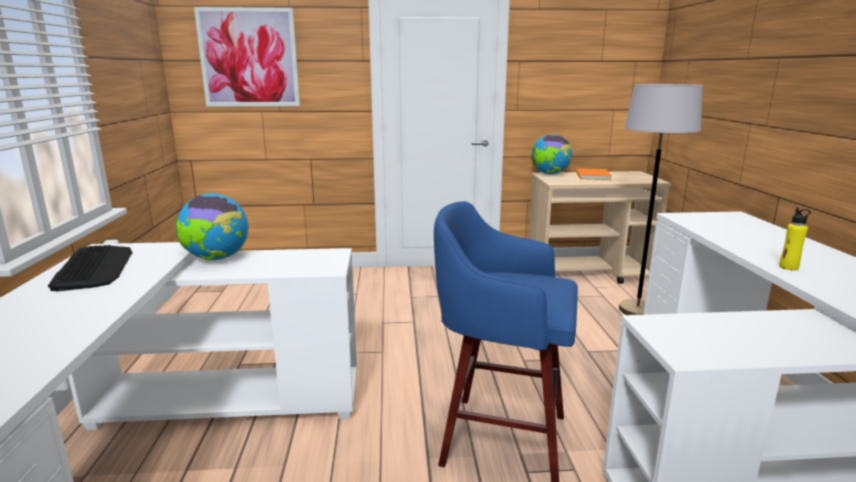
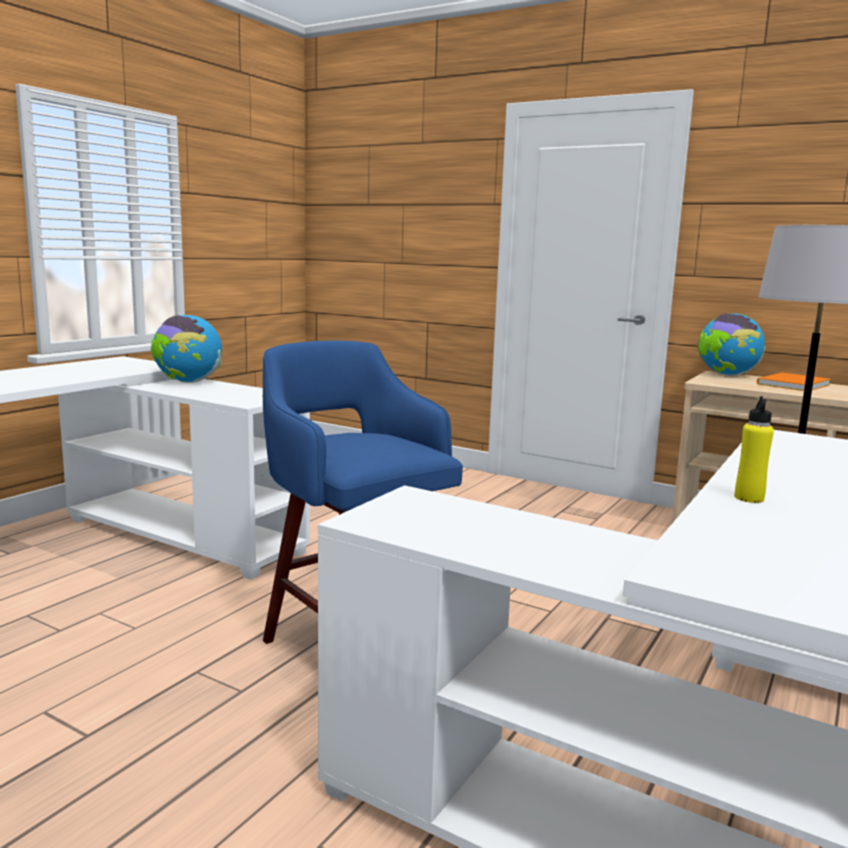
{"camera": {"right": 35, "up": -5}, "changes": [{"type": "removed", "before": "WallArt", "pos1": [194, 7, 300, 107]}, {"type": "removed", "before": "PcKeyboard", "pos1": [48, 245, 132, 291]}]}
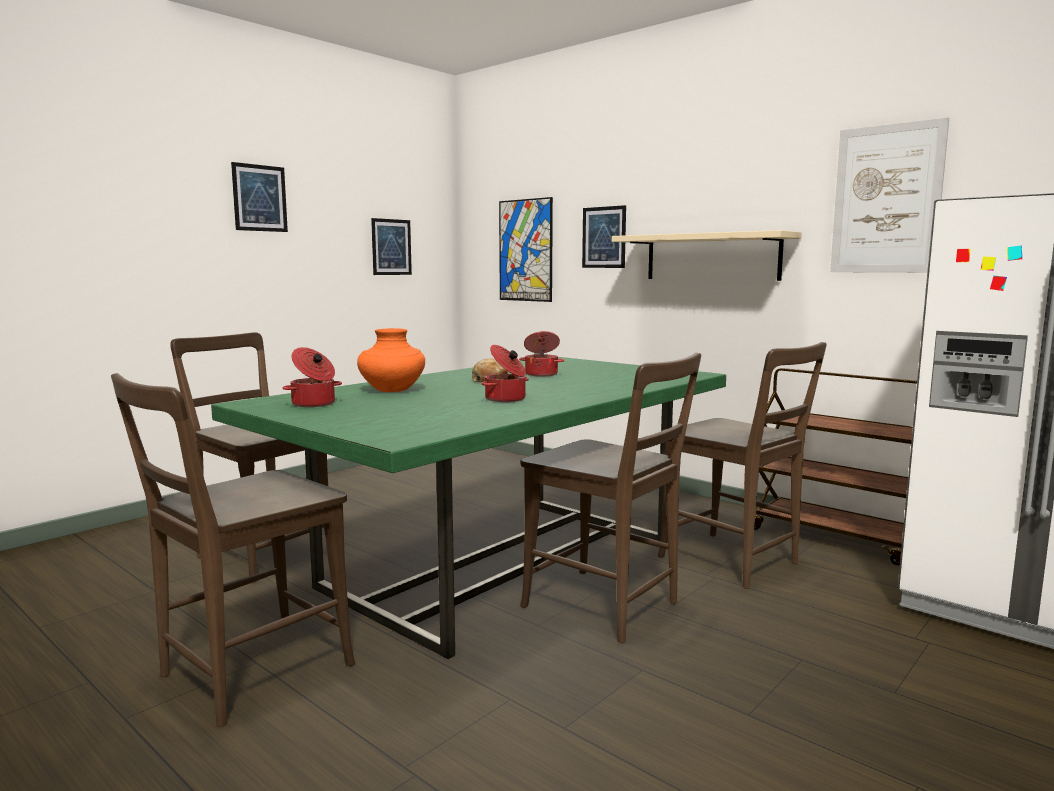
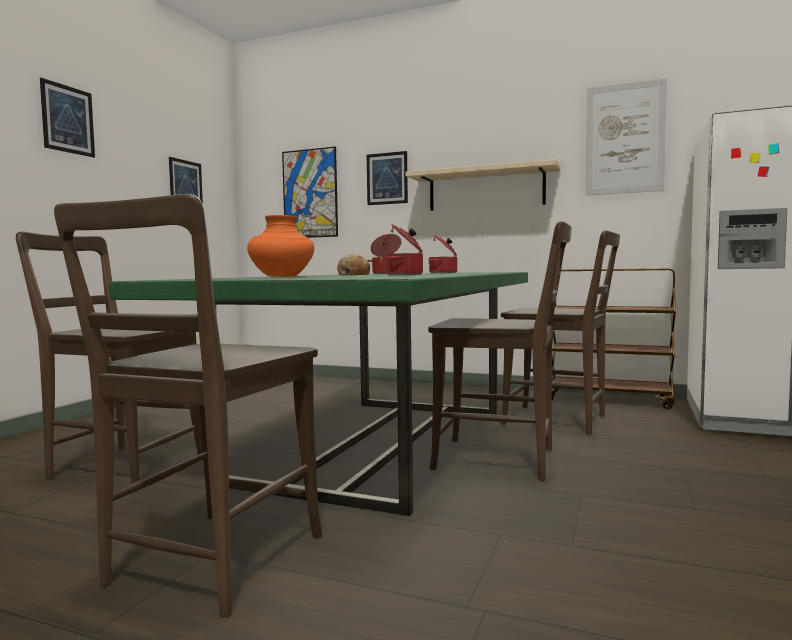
{"camera": {"right": -20, "up": -5}, "changes": [{"type": "moved", "before": "Saucepot", "pos1": [283, 347, 342, 407], "pos2": [429, 235, 457, 273]}]}
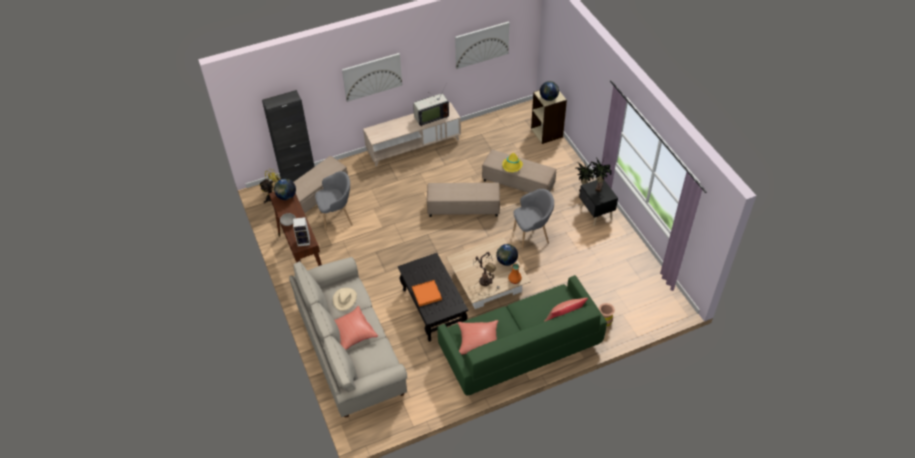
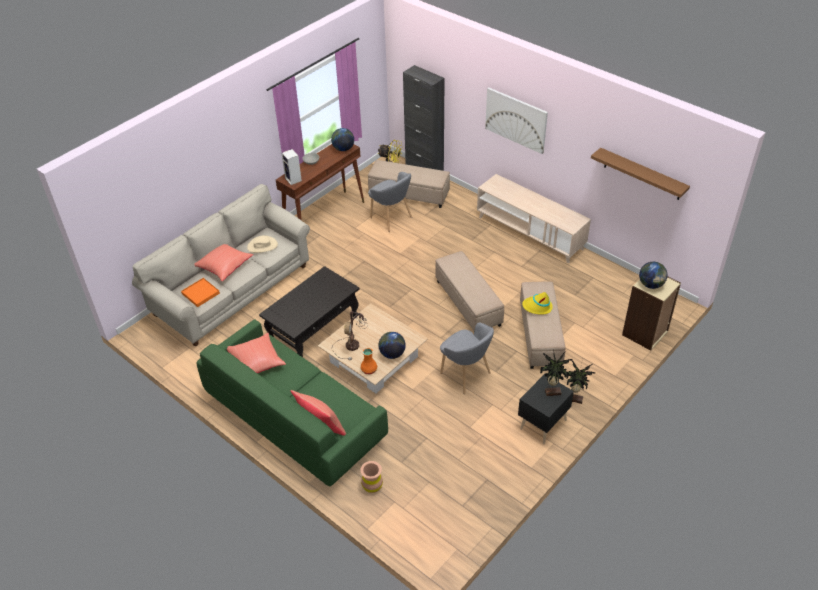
{"camera": {"right": 65, "up": -5}, "changes": [{"type": "replaced", "before": "WallArt", "after": "BrownShelf", "pos1": [455, 21, 509, 69], "pos2": [591, 148, 690, 200]}, {"type": "removed", "before": "Television", "pos1": [413, 91, 449, 126]}, {"type": "moved", "before": "OrangeyServingTray", "pos1": [412, 280, 442, 307], "pos2": [181, 278, 220, 307]}]}
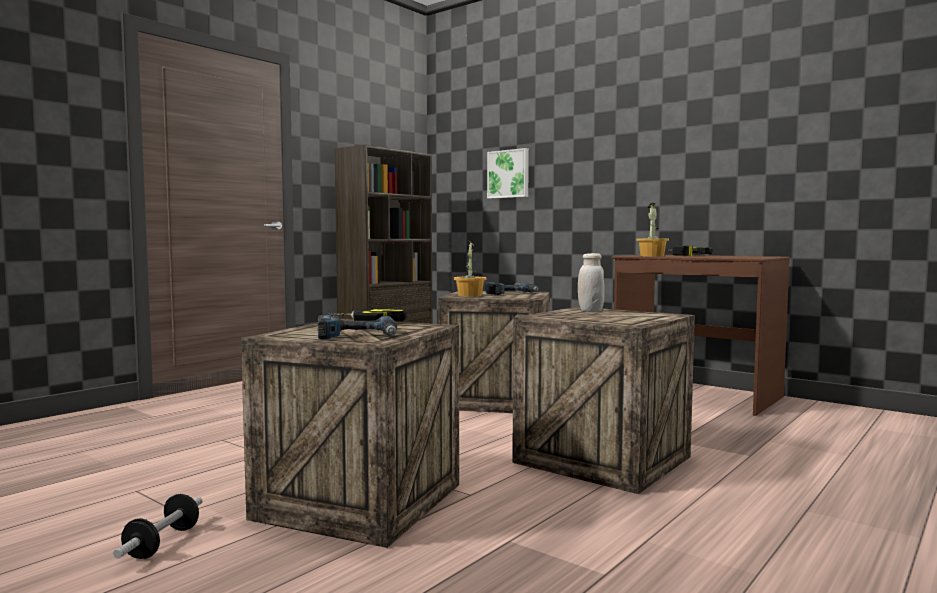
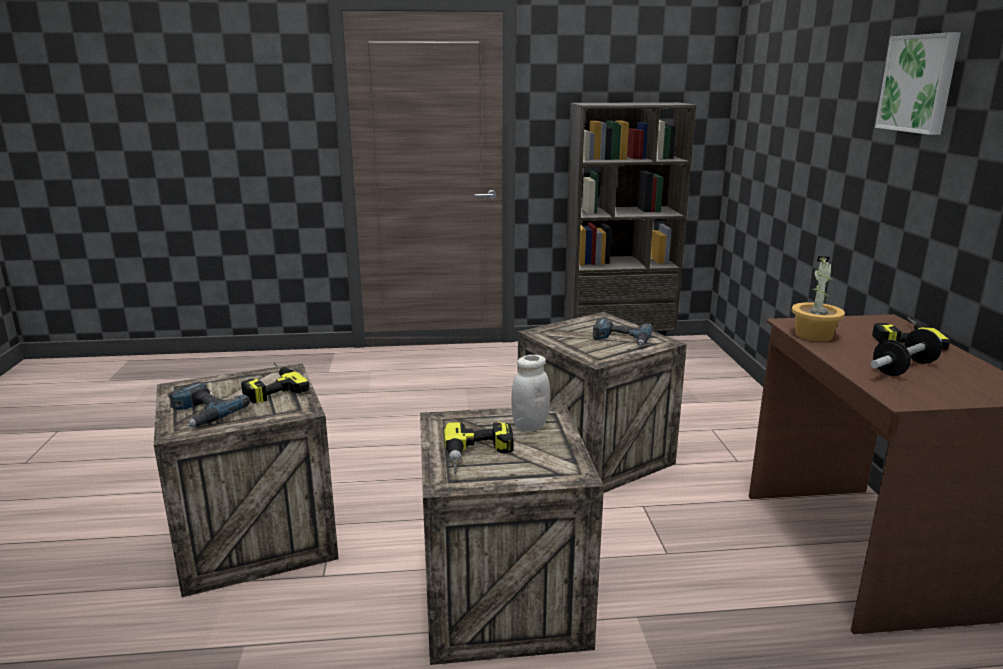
{"camera": {"right": 45, "up": 15}, "changes": [{"type": "moved", "before": "WallArt", "pos1": [487, 148, 529, 199], "pos2": [875, 33, 961, 135]}, {"type": "removed", "before": "PottedPlant", "pos1": [454, 241, 486, 297]}, {"type": "moved", "before": "HandWeight", "pos1": [113, 494, 202, 559], "pos2": [871, 329, 942, 376]}, {"type": "added", "after": "PowerDrill", "pos2": [444, 422, 513, 475]}]}
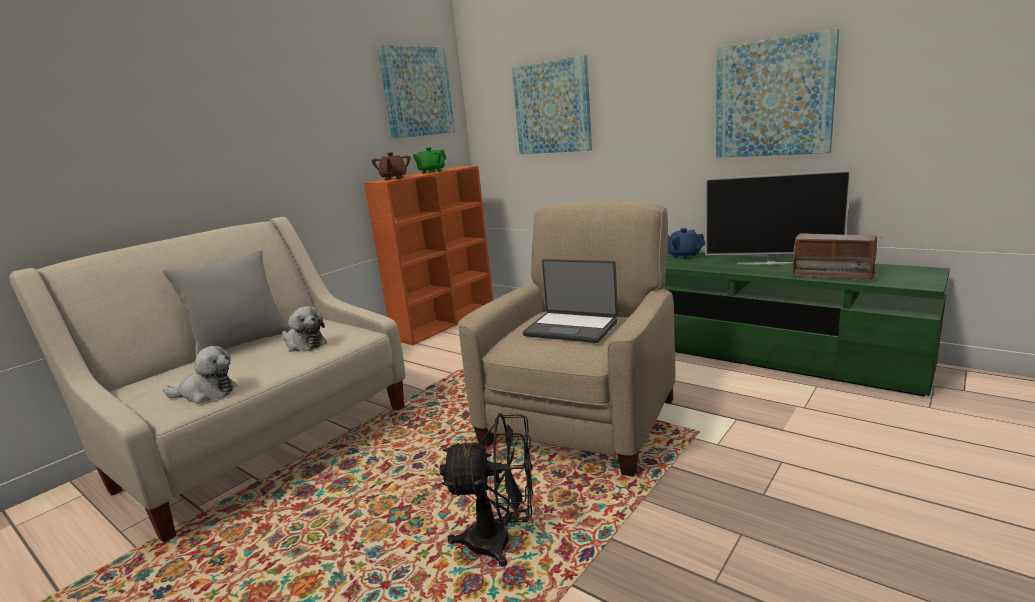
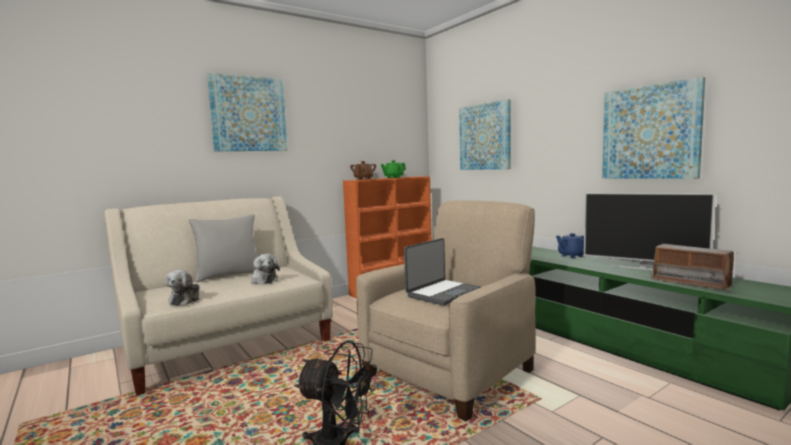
{"camera": {"right": 15, "up": -10}, "changes": [{"type": "moved", "before": "WallArt", "pos1": [377, 44, 455, 139], "pos2": [207, 73, 288, 151]}, {"type": "turned", "before": "NotebookComputer", "pos1": [523, 259, 618, 343], "pos2": [404, 238, 481, 306], "turn": -90}, {"type": "turned", "before": "CuddlyToy", "pos1": [163, 346, 237, 404], "pos2": [165, 270, 200, 305], "turn": 75}]}
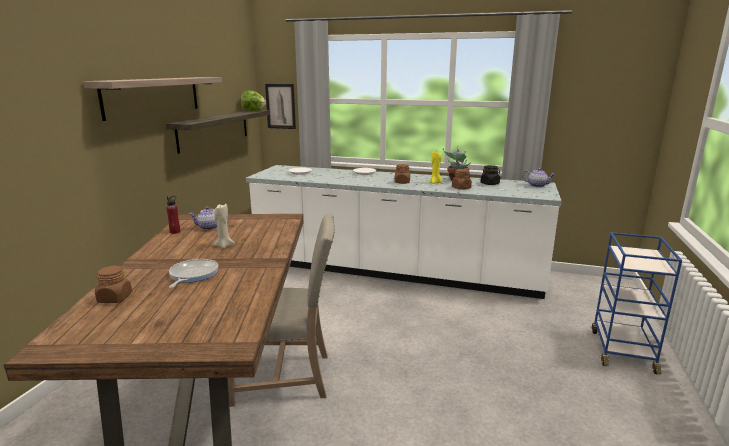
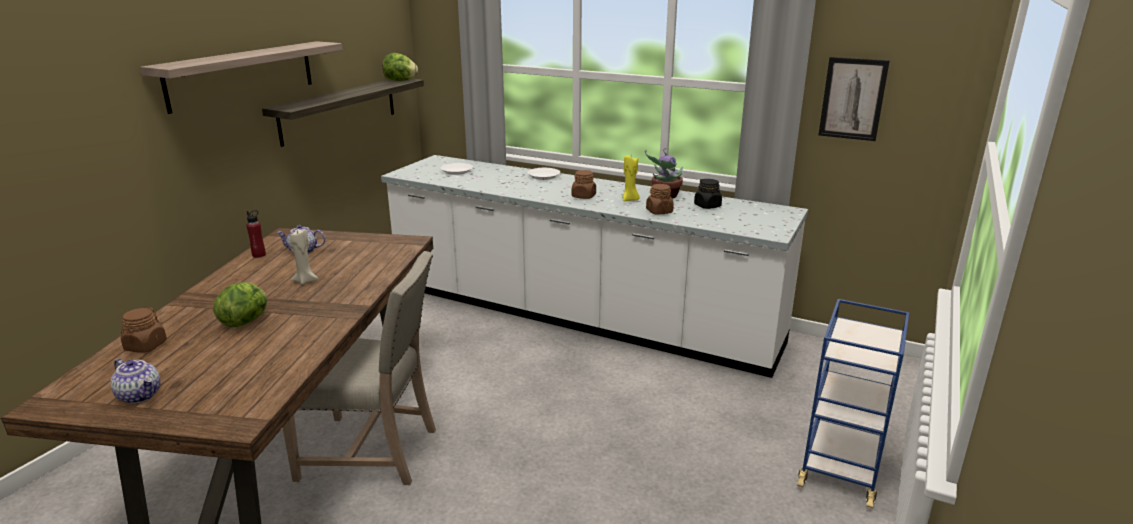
{"camera": {"right": 10, "up": 5}, "changes": [{"type": "moved", "before": "WallArt", "pos1": [265, 84, 296, 129], "pos2": [819, 57, 890, 141]}, {"type": "moved", "before": "TeaPot", "pos1": [522, 168, 555, 187], "pos2": [110, 359, 161, 404]}, {"type": "replaced", "before": "FryingPan", "after": "Lettuce", "pos1": [169, 259, 218, 288], "pos2": [213, 282, 267, 328]}]}
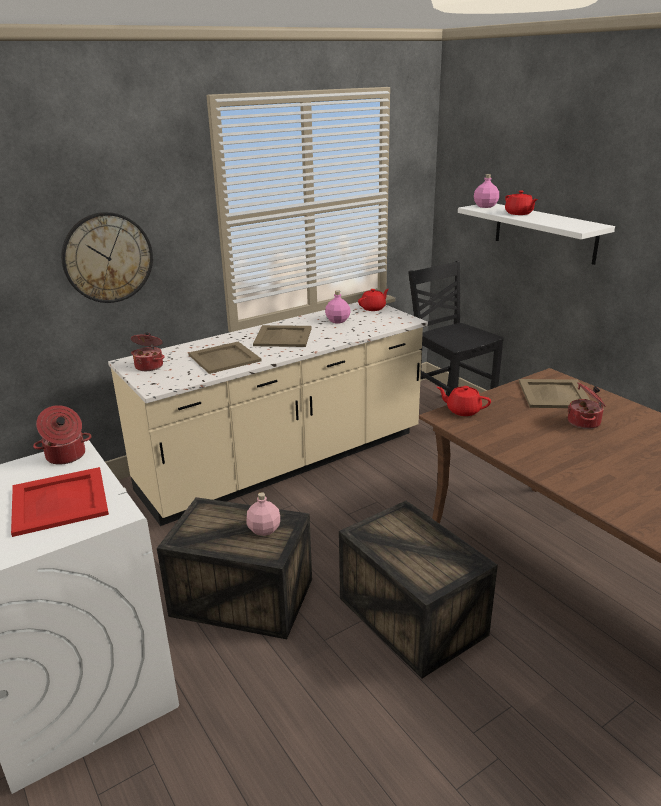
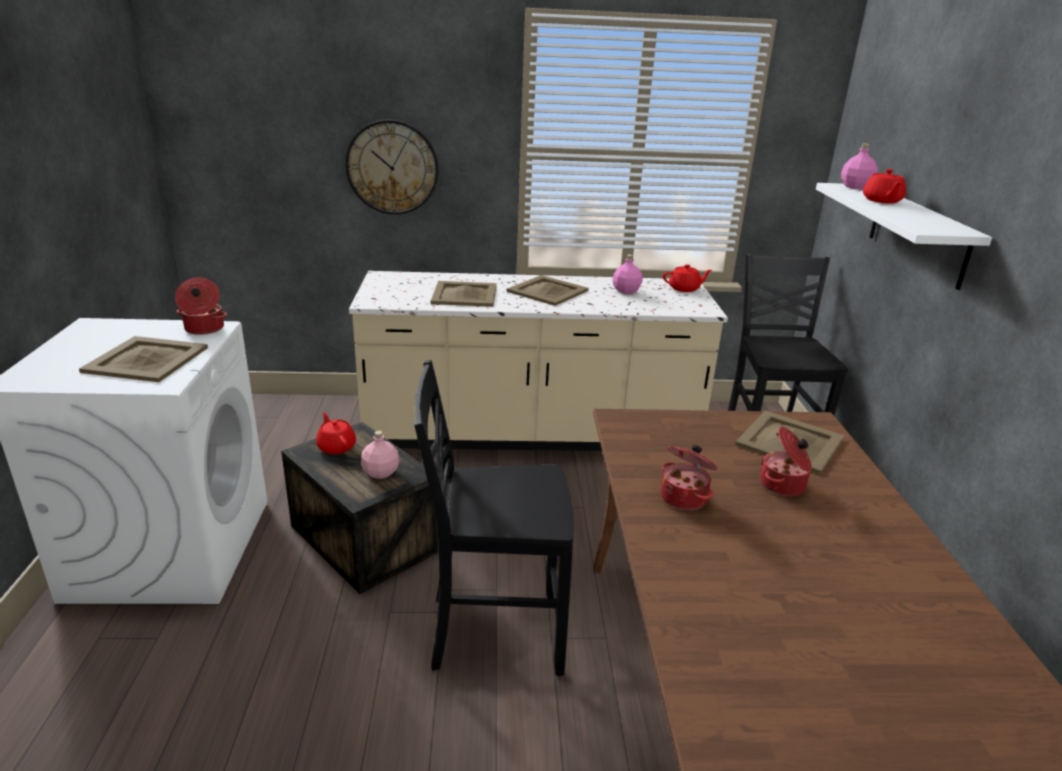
{"camera": {"right": 30, "up": 0}, "changes": [{"type": "moved", "before": "Saucepot", "pos1": [131, 332, 165, 371], "pos2": [661, 445, 718, 510]}, {"type": "moved", "before": "ReddishTeaPot", "pos1": [437, 386, 491, 416], "pos2": [316, 413, 356, 454]}, {"type": "recoloured", "before": "ReddishServingTray", "after": "BeigeColouredServingTray", "pos1": [11, 467, 109, 537], "pos2": [79, 336, 208, 382]}, {"type": "replaced", "before": "PackingCrate", "after": "BlackPlainChair", "pos1": [339, 501, 498, 678], "pos2": [414, 360, 574, 676]}]}
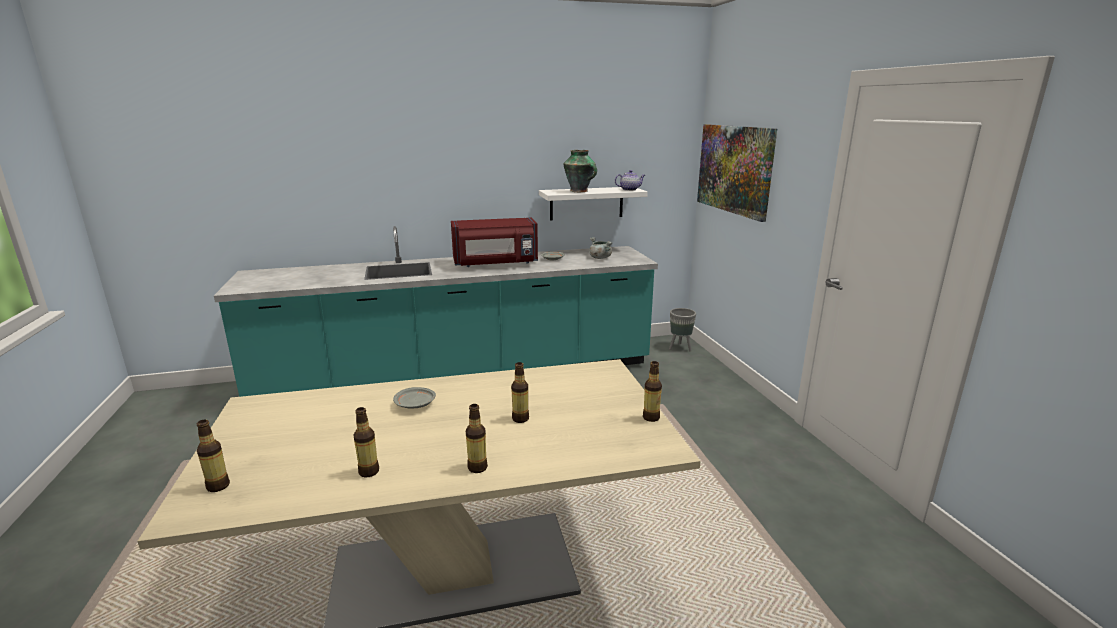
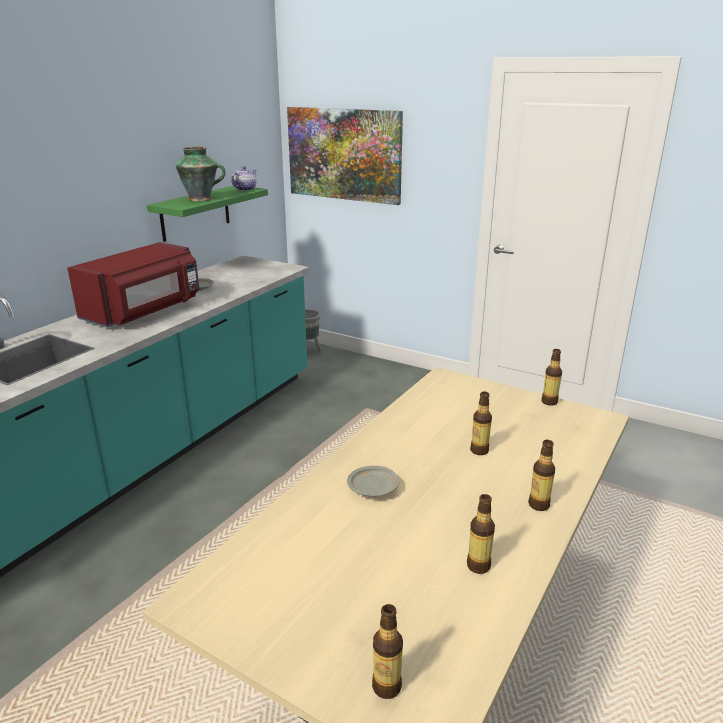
{"camera": {"right": -45, "up": 5}, "changes": [{"type": "recoloured", "before": "WhitishShelf", "after": "GreenishShelf", "pos1": [539, 187, 648, 220], "pos2": [147, 186, 268, 242]}, {"type": "removed", "before": "GreySaucepot", "pos1": [589, 237, 613, 259]}]}
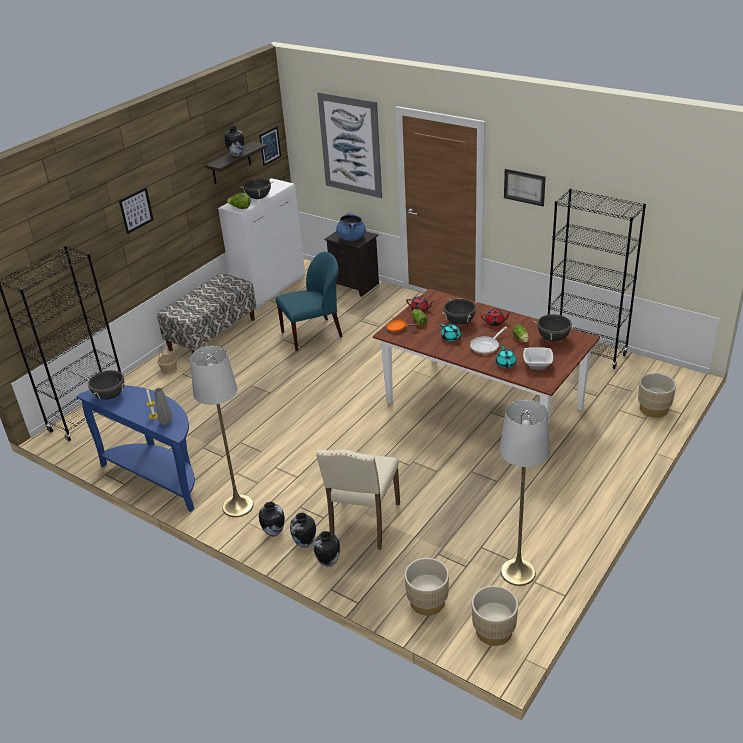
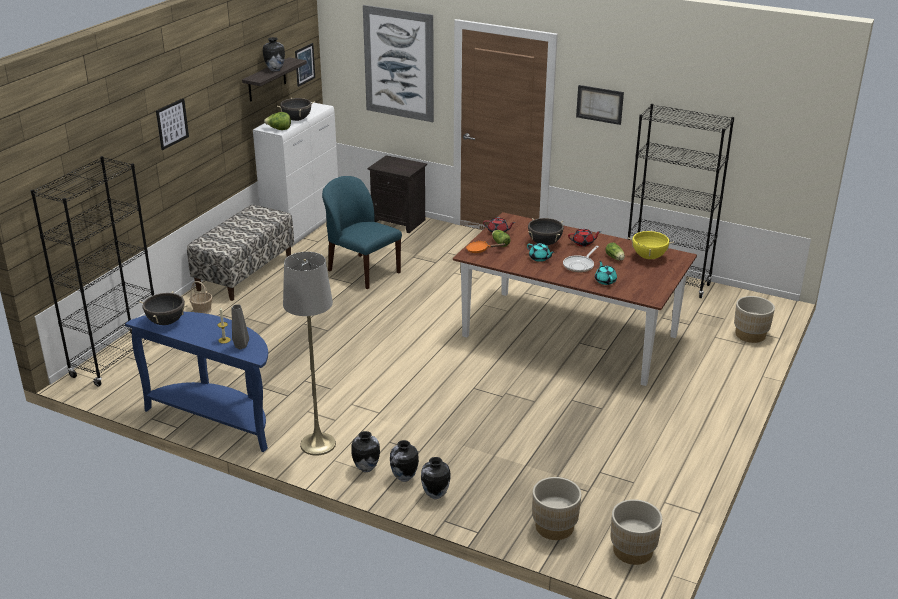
{"camera": {"right": -10, "up": -5}, "changes": [{"type": "removed", "before": "BlueSaucepot", "pos1": [336, 212, 366, 241]}, {"type": "turned", "before": "BluePlainChair", "pos1": [275, 252, 343, 351], "pos2": [322, 176, 402, 289], "turn": -105}, {"type": "recoloured", "before": "BlackSaucepot", "after": "YellowishSaucepot", "pos1": [533, 313, 576, 342], "pos2": [628, 230, 674, 259]}, {"type": "removed", "before": "DeepDish", "pos1": [523, 347, 553, 370]}, {"type": "removed", "before": "GreyFloorLamp", "pos1": [500, 400, 550, 586]}, {"type": "removed", "before": "BeigeColouredPlainChair", "pos1": [316, 449, 400, 550]}]}
